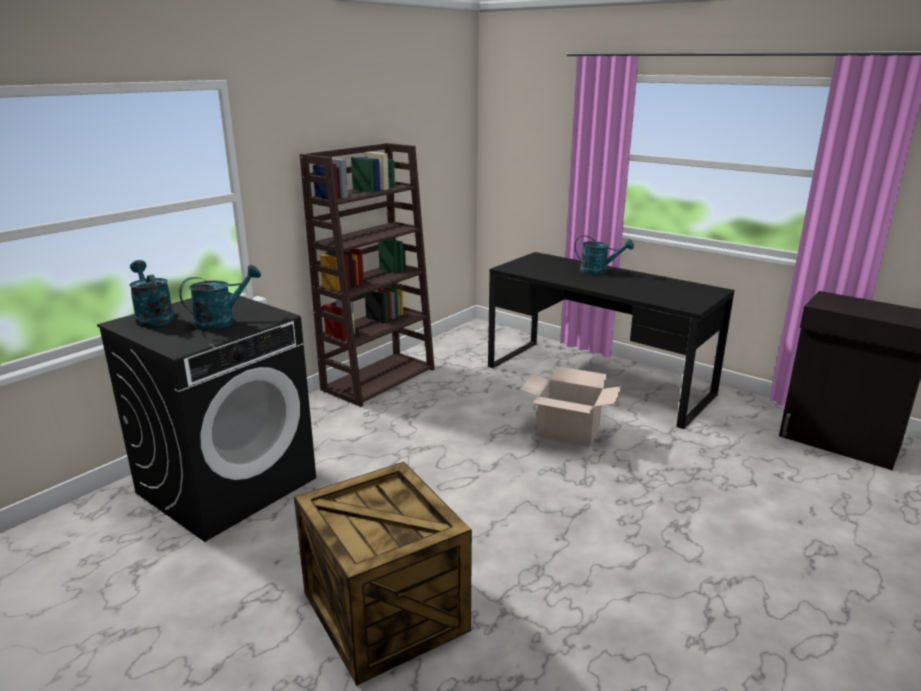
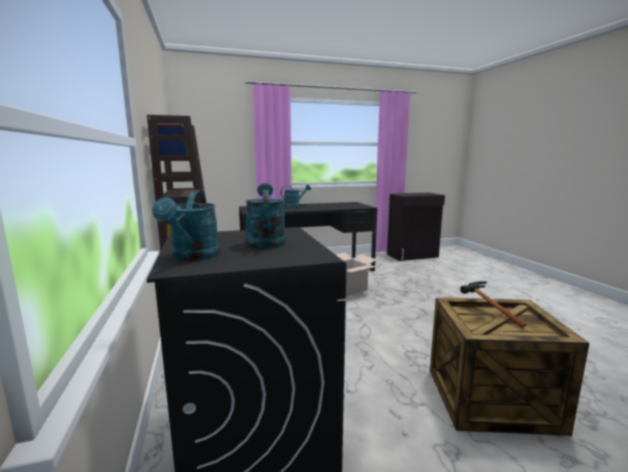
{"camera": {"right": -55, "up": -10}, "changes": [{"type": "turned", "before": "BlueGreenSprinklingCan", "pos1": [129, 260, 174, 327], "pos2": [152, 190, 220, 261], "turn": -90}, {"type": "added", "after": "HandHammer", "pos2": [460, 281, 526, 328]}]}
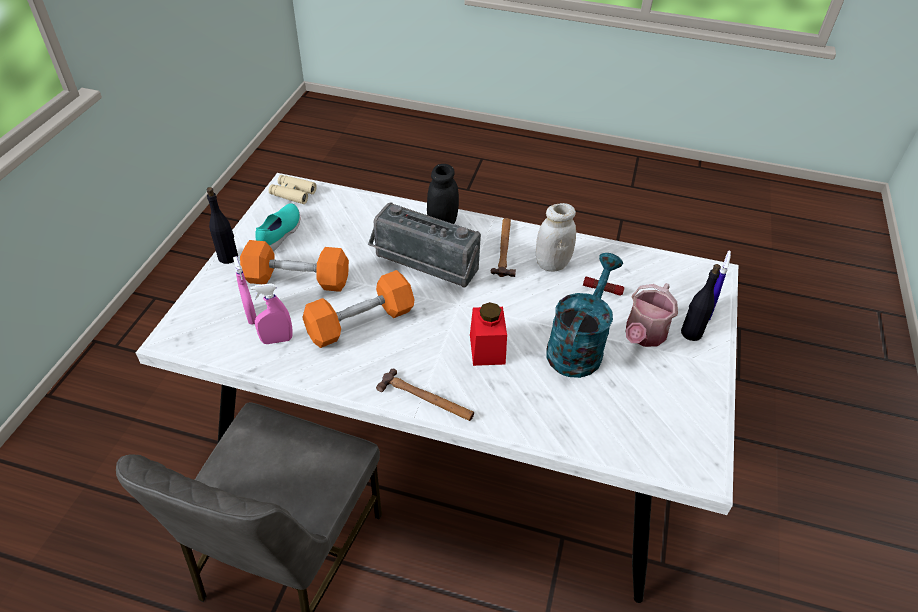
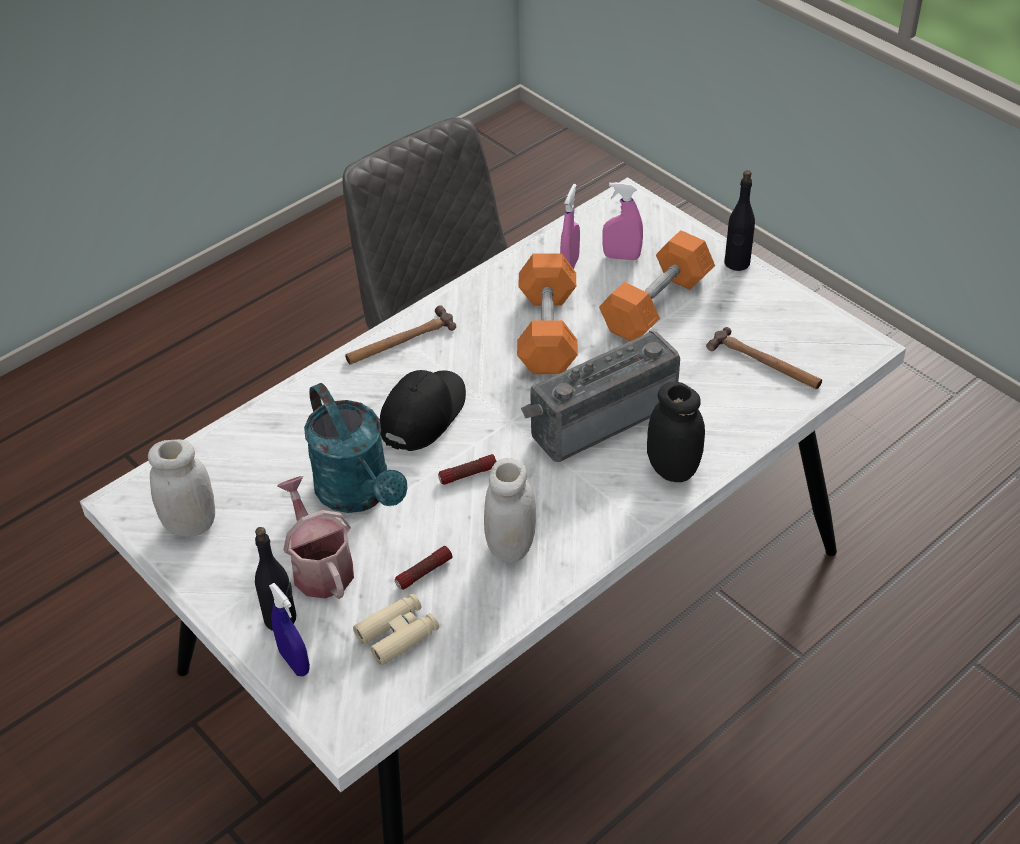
{"camera": {"right": 125, "up": 0}, "changes": [{"type": "moved", "before": "BeigeColouredFieldGlasses", "pos1": [269, 175, 317, 204], "pos2": [353, 593, 439, 666]}, {"type": "removed", "before": "BlueGreenLowShoe", "pos1": [256, 203, 300, 251]}, {"type": "moved", "before": "HandHammer", "pos1": [491, 218, 516, 277], "pos2": [706, 327, 822, 389]}, {"type": "replaced", "before": "ReddishStorageJar", "after": "BlackCap", "pos1": [470, 302, 507, 366], "pos2": [380, 370, 466, 451]}, {"type": "added", "after": "WhitishStorageJar", "pos2": [148, 439, 215, 536]}, {"type": "added", "after": "Flashlight", "pos2": [438, 454, 496, 485]}]}
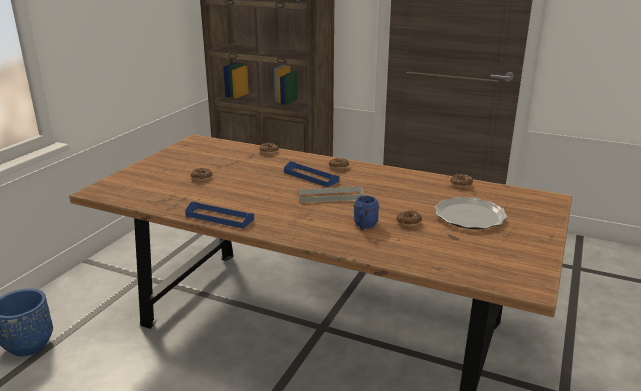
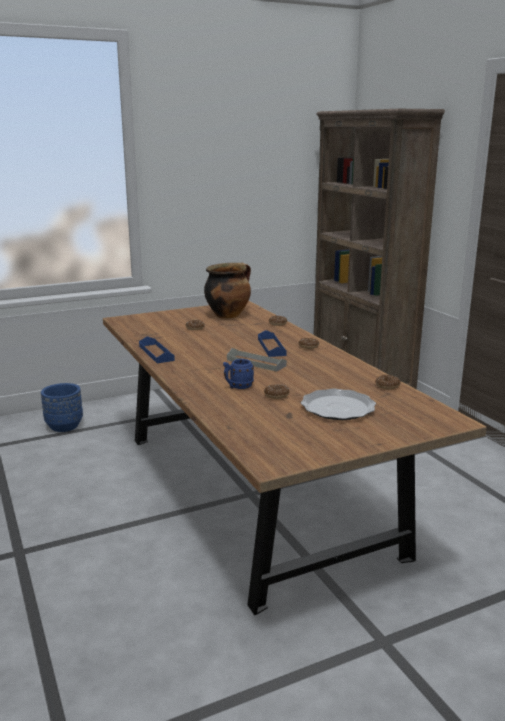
{"camera": {"right": 40, "up": -5}, "changes": [{"type": "added", "after": "Saucepot", "pos2": [204, 263, 251, 319]}]}
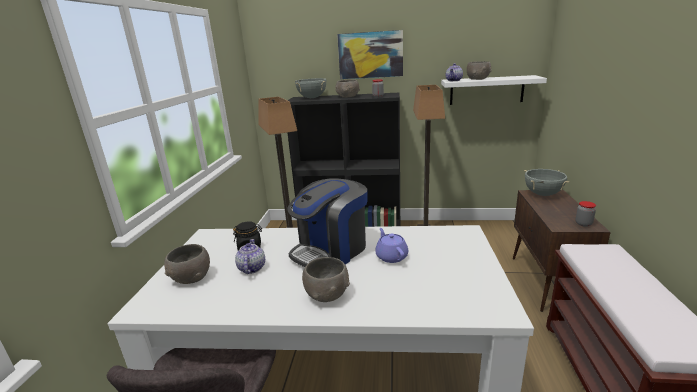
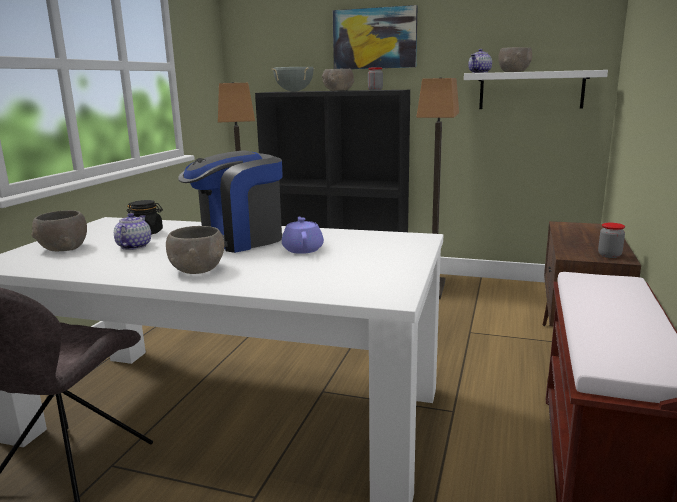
{"camera": {"right": 10, "up": -5}, "changes": [{"type": "removed", "before": "GreySaucepot", "pos1": [524, 169, 569, 196]}]}
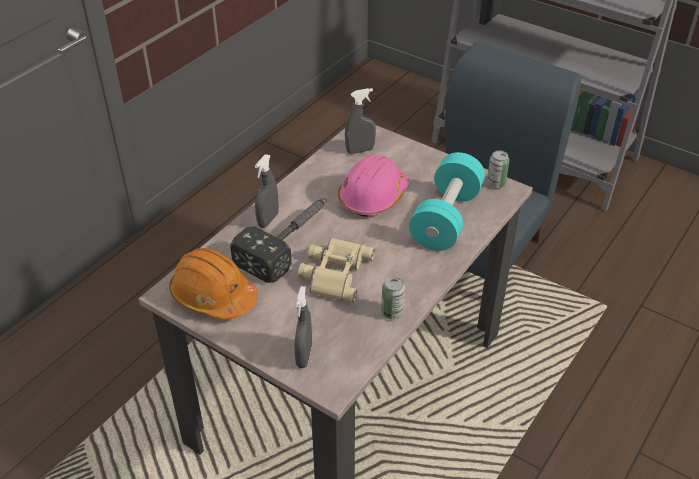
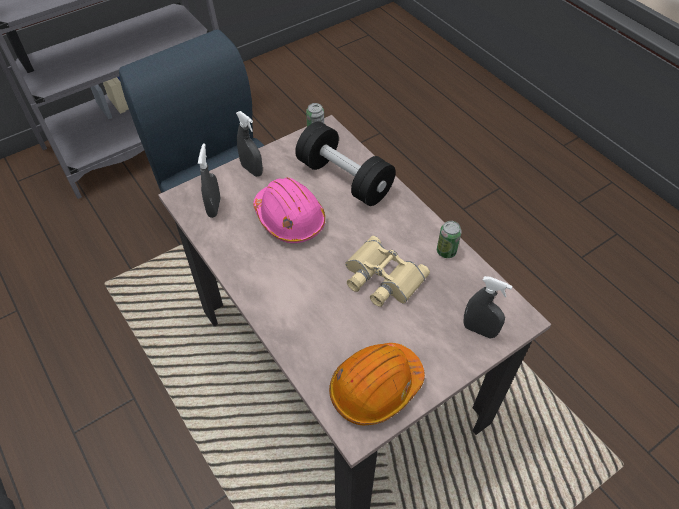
{"camera": {"right": -70, "up": 10}, "changes": [{"type": "recoloured", "before": "BlueGreenHandWeight", "after": "BlackHandWeight", "pos1": [409, 152, 485, 251], "pos2": [295, 121, 396, 206]}, {"type": "moved", "before": "GreySprayer", "pos1": [255, 154, 279, 228], "pos2": [236, 111, 263, 177]}, {"type": "removed", "before": "HandHammer", "pos1": [230, 198, 327, 283]}]}
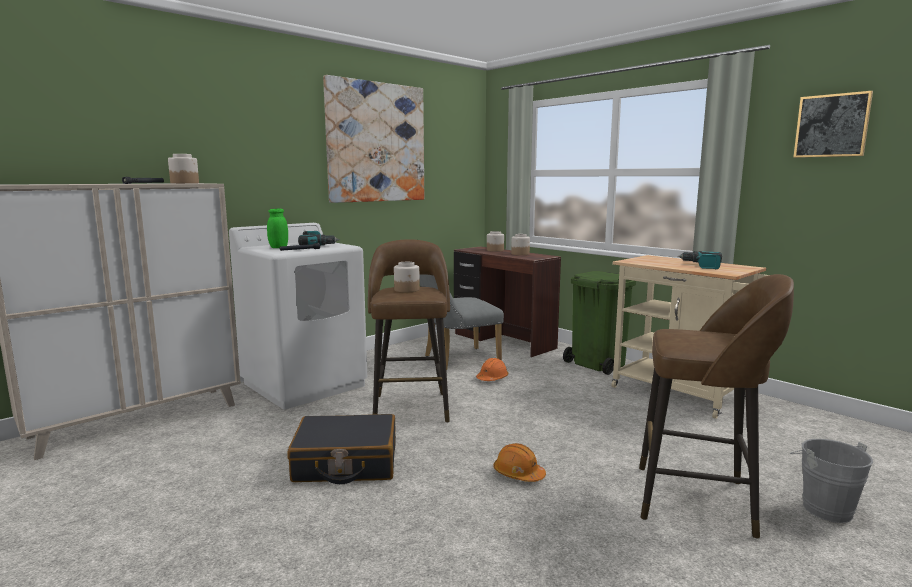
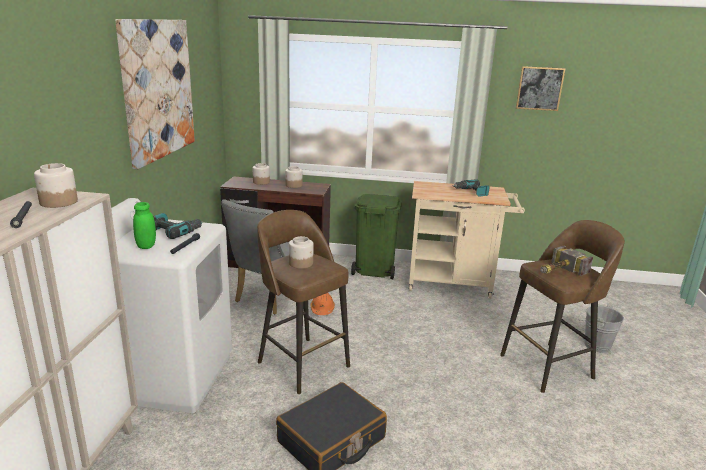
{"camera": {"right": -40, "up": 10}, "changes": [{"type": "removed", "before": "OrangeyHardHat", "pos1": [494, 443, 546, 482]}, {"type": "added", "after": "HandHammer", "pos2": [540, 246, 593, 276]}]}
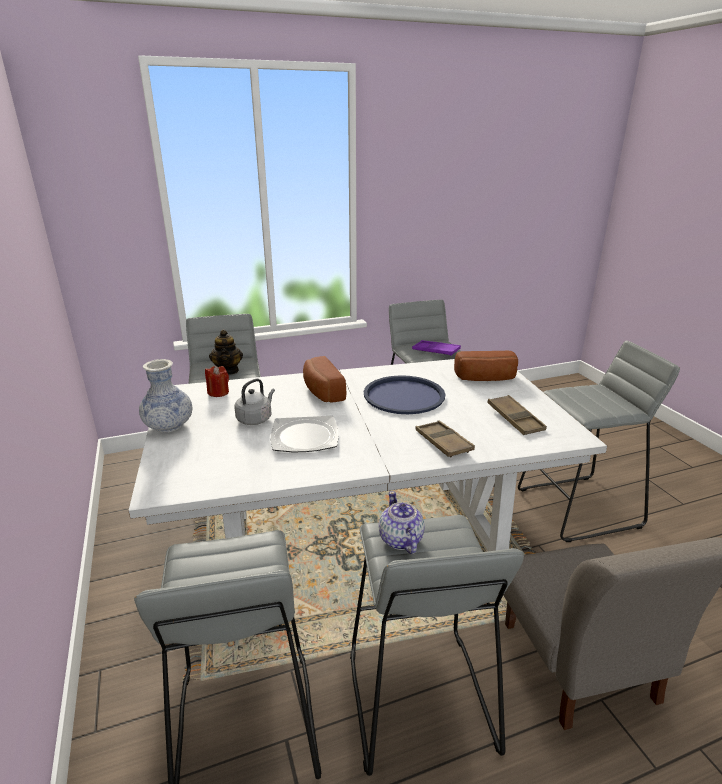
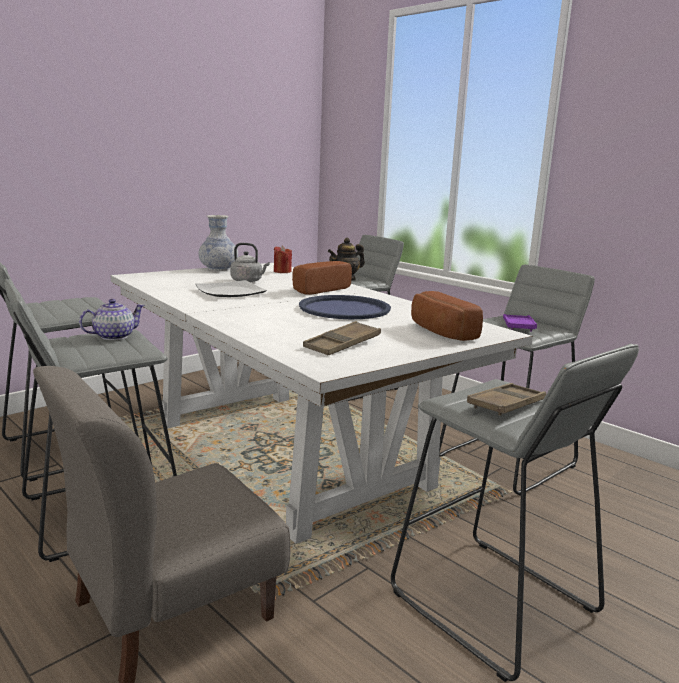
{"camera": {"right": 65, "up": -10}, "changes": [{"type": "moved", "before": "BrownServingTray", "pos1": [416, 420, 475, 457], "pos2": [467, 383, 546, 416]}]}
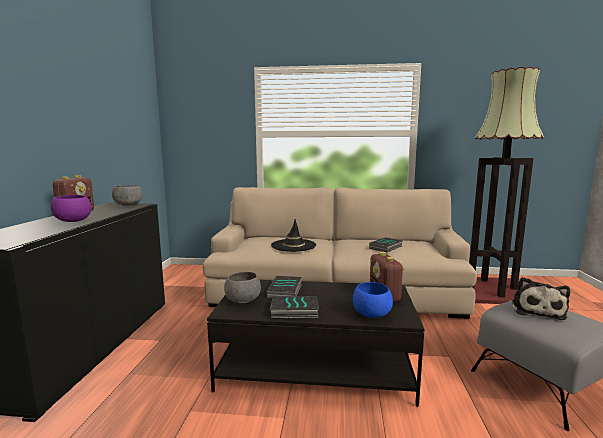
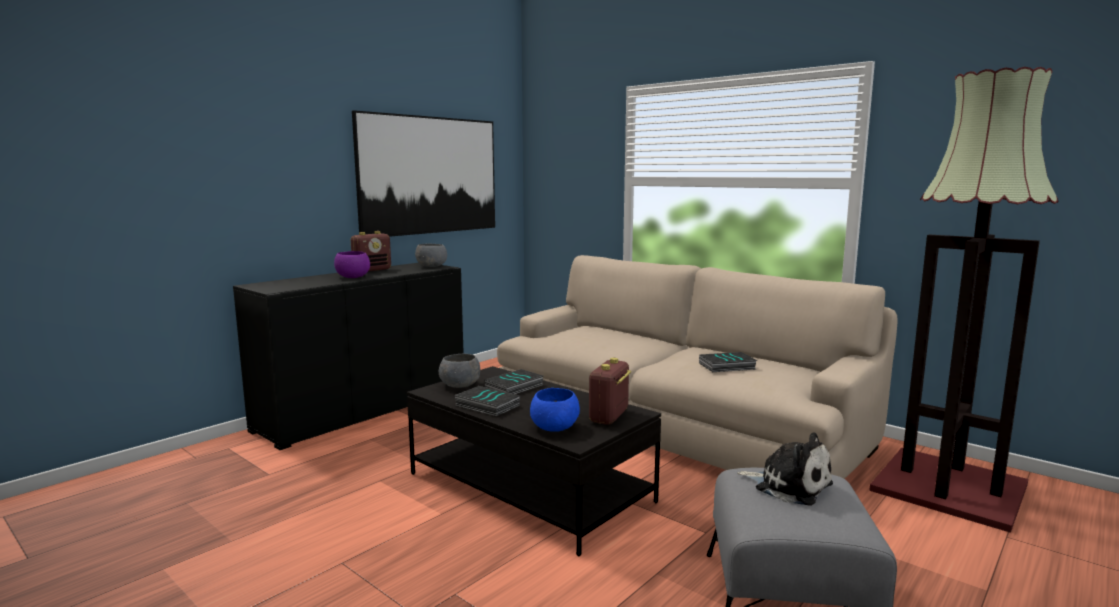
{"camera": {"right": 35, "up": 0}, "changes": [{"type": "removed", "before": "BlackHat", "pos1": [271, 219, 316, 252]}, {"type": "turned", "before": "CuddlyToy", "pos1": [512, 277, 570, 320], "pos2": [737, 432, 833, 506], "turn": -105}, {"type": "added", "after": "WallArt", "pos2": [352, 110, 495, 237]}]}
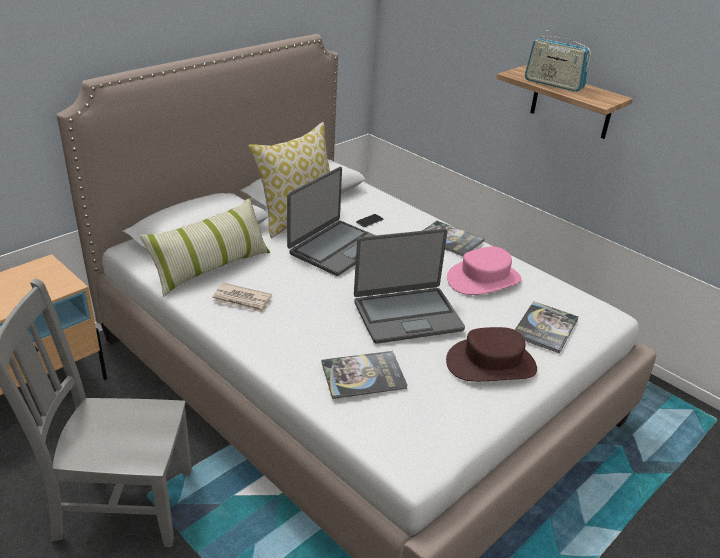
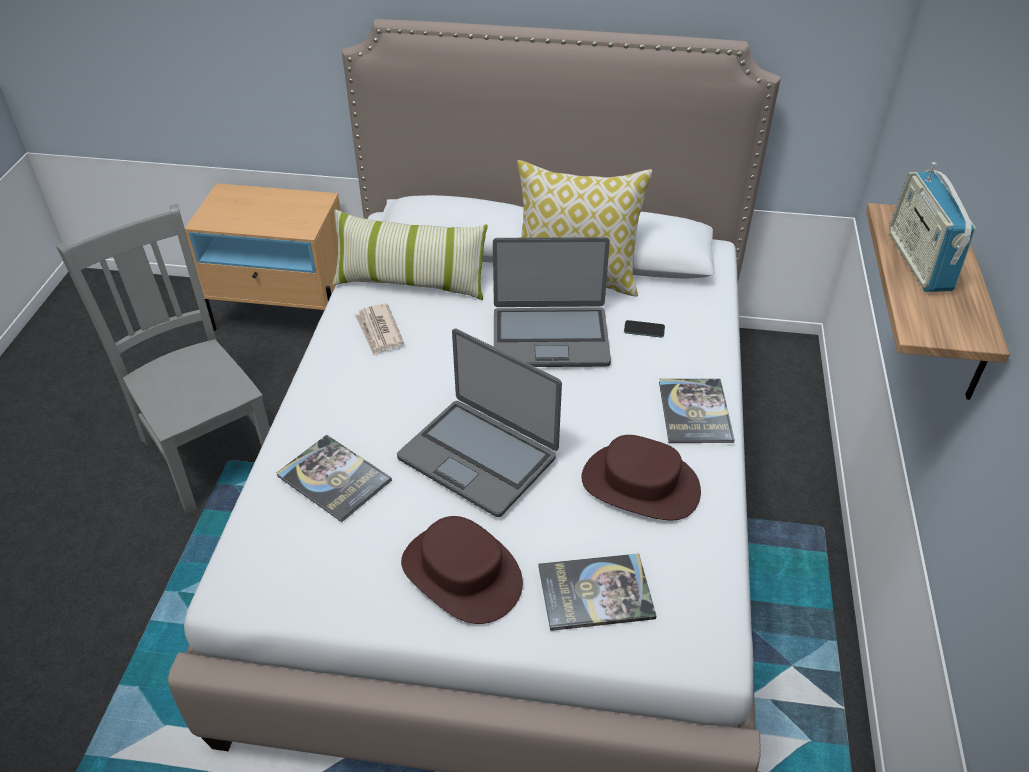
{"camera": {"right": 55, "up": 10}, "changes": [{"type": "recoloured", "before": "PinkHat", "after": "BrownHat", "pos1": [447, 247, 522, 295], "pos2": [581, 435, 701, 520]}]}
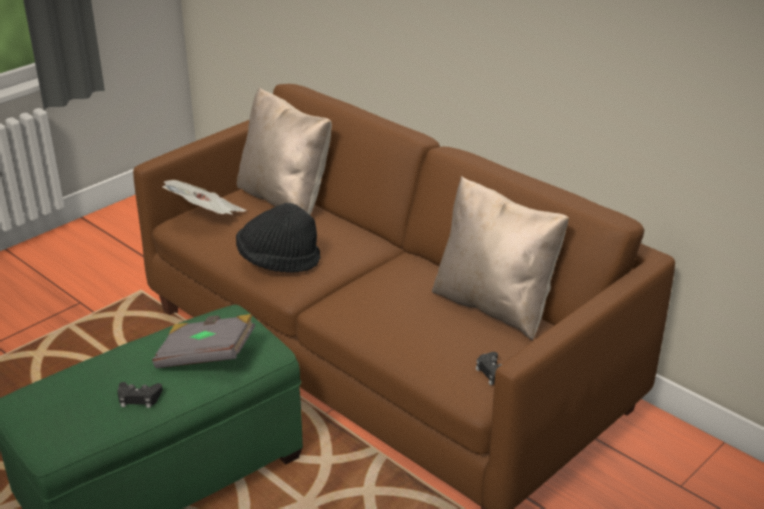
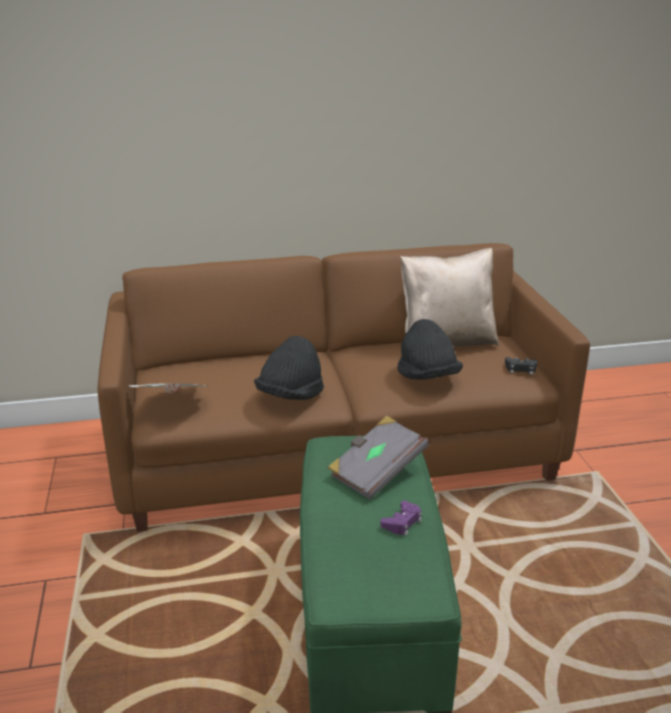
{"camera": {"right": -55, "up": -5}, "changes": [{"type": "removed", "before": "BeigeColouredPillow", "pos1": [237, 87, 332, 215]}, {"type": "recoloured", "before": "BlackGameController", "after": "PurplishGameController", "pos1": [117, 382, 163, 408], "pos2": [381, 500, 422, 536]}, {"type": "added", "after": "BlackHat", "pos2": [398, 319, 463, 380]}]}
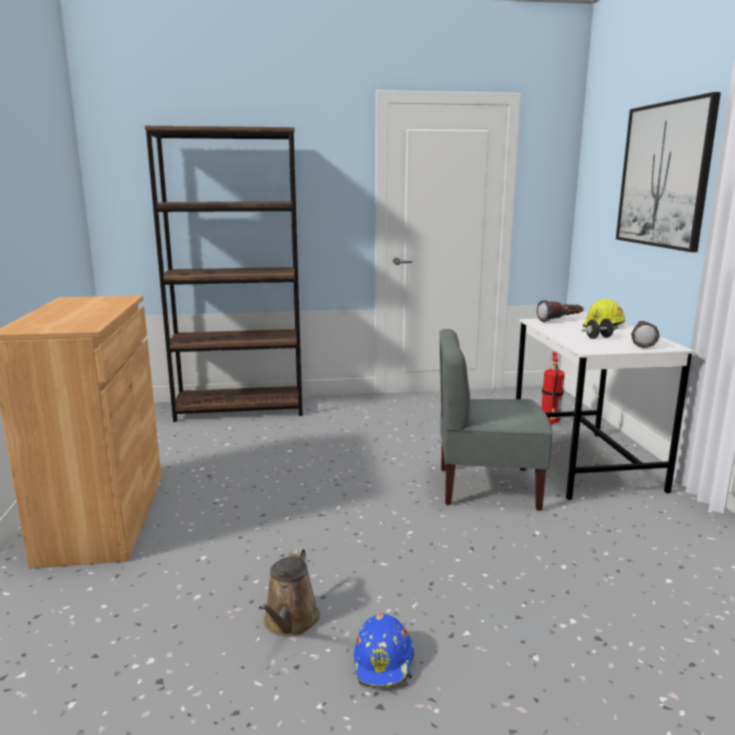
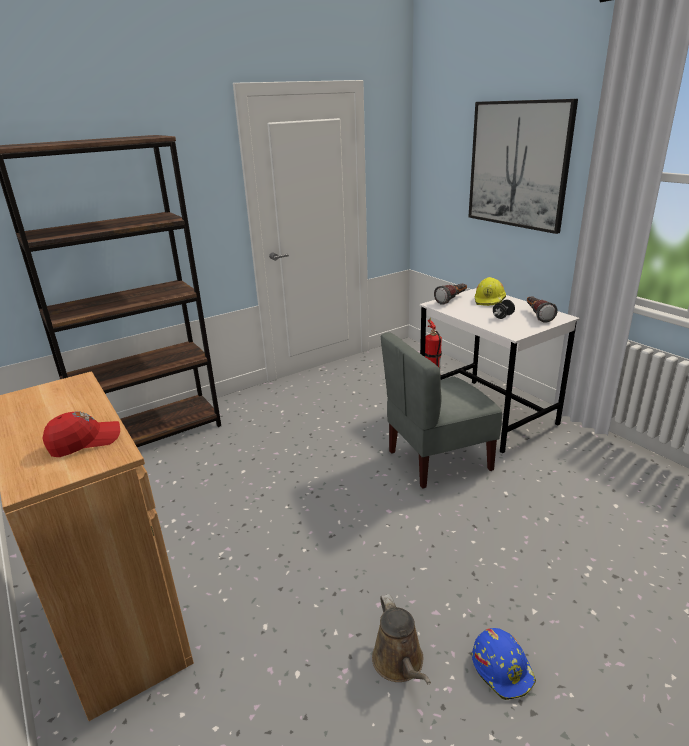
{"camera": {"right": -25, "up": 10}, "changes": [{"type": "added", "after": "ReddishCap", "pos2": [43, 411, 120, 457]}]}
